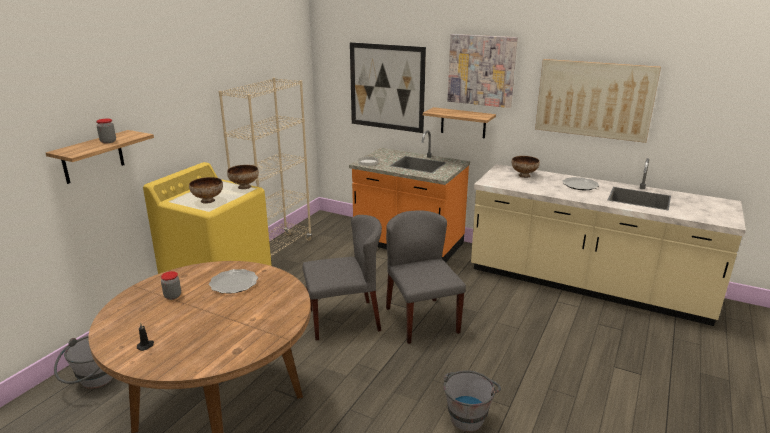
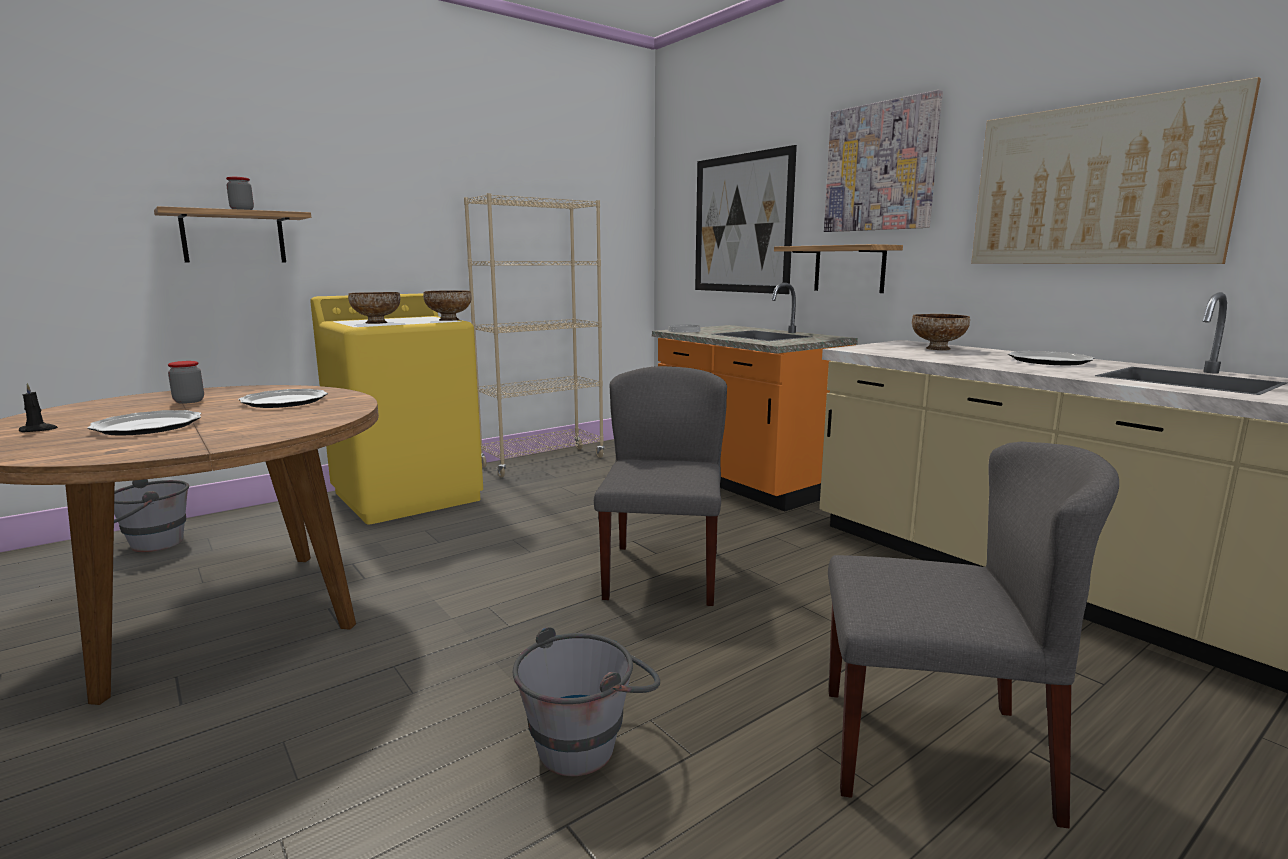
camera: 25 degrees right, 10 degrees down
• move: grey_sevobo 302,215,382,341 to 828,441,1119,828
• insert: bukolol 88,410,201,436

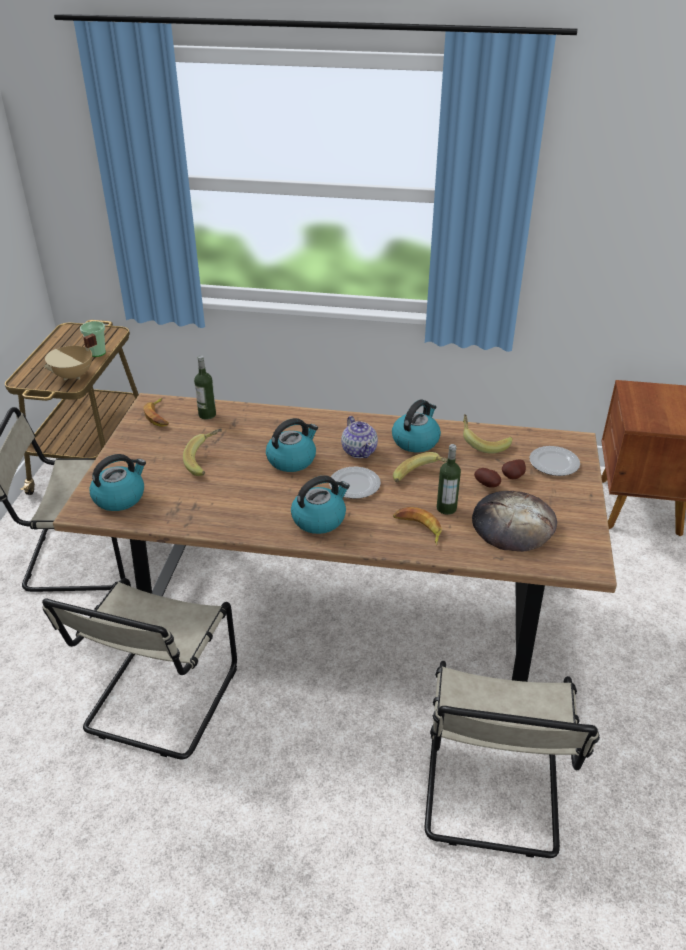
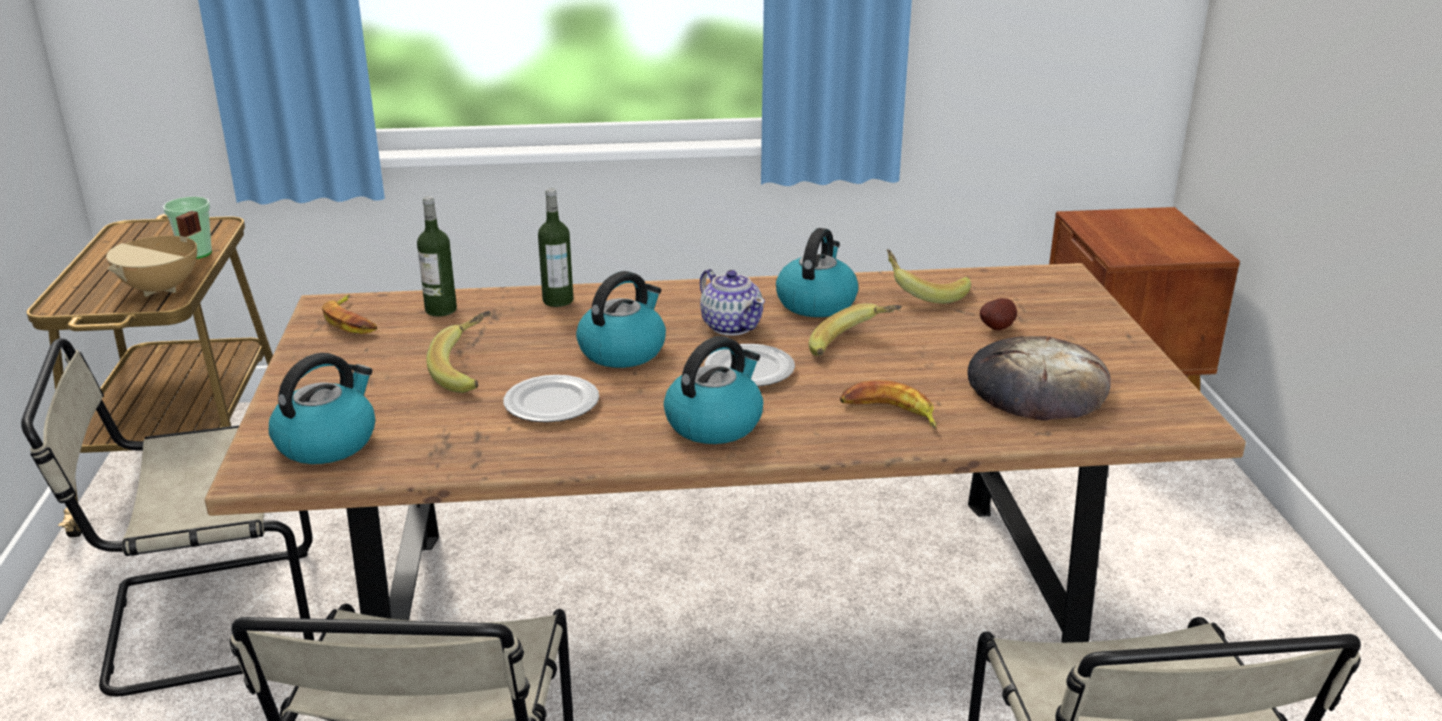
camera: 15 degrees left, 10 degrees down
• move: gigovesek 437,444,461,515 to 538,188,573,307
• delete: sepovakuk 474,468,501,488
• move: bukolol 529,446,580,476 to 503,375,599,423

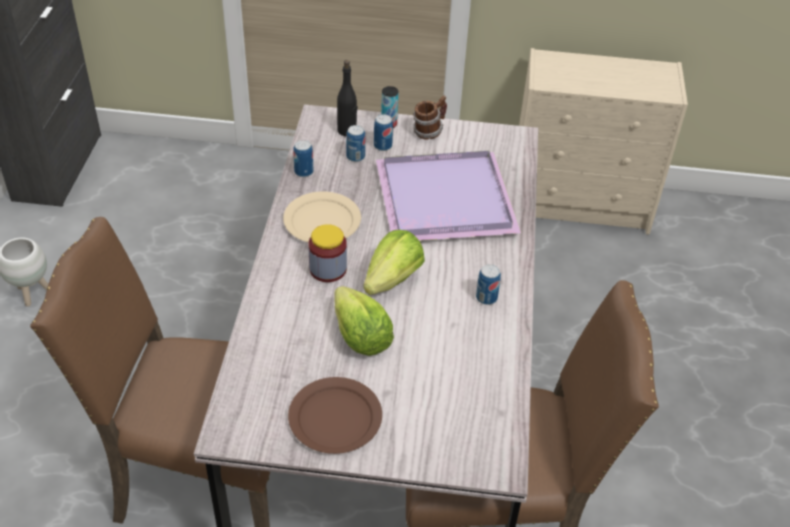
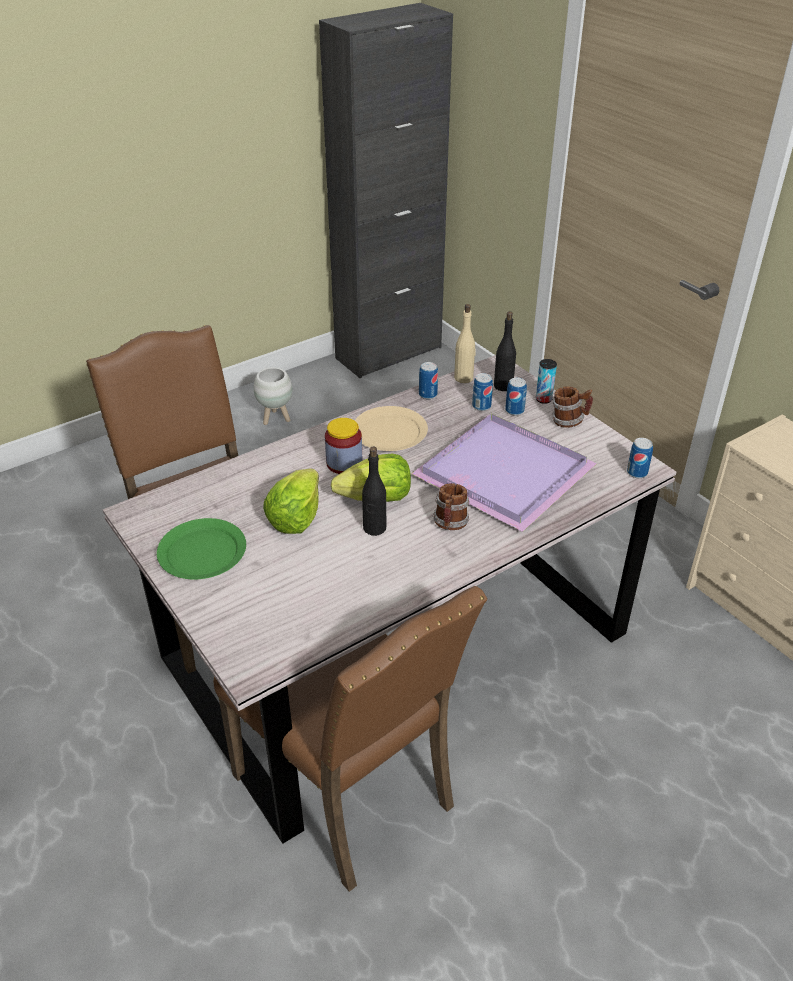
camera: 50 degrees right, 5 degrees down
• recolor: brown_bukolol 288,377,382,454 to green_bukolol 157,518,246,579
• move: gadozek 476,264,501,305 to 627,438,653,478
• insert: black_gigovesek 362,447,386,536
• insert: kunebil 432,483,470,530
• insert: beige_gigovesek 454,304,476,383

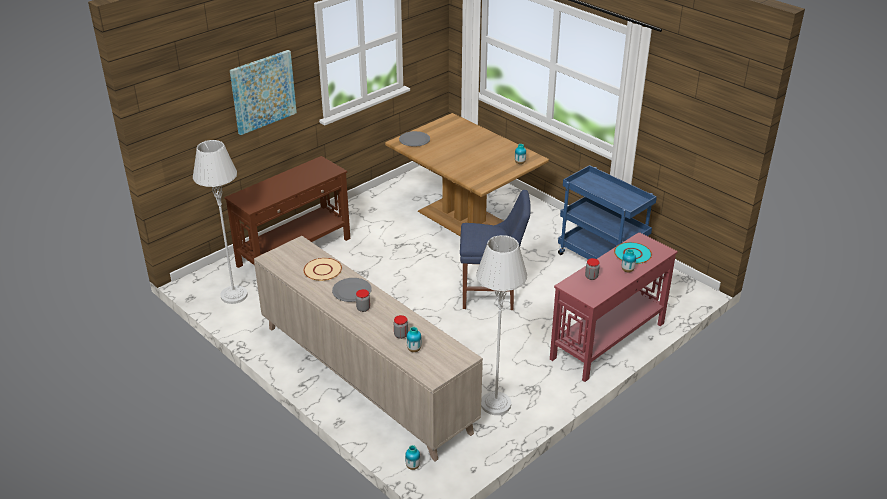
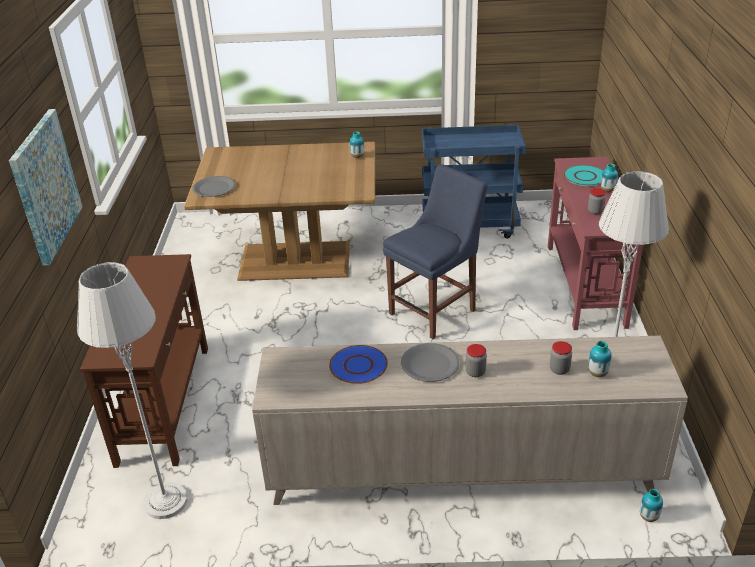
camera: 45 degrees left, 0 degrees up
• recolor: beige_bukolol 303,258,342,281 to blue_bukolol 329,345,388,384

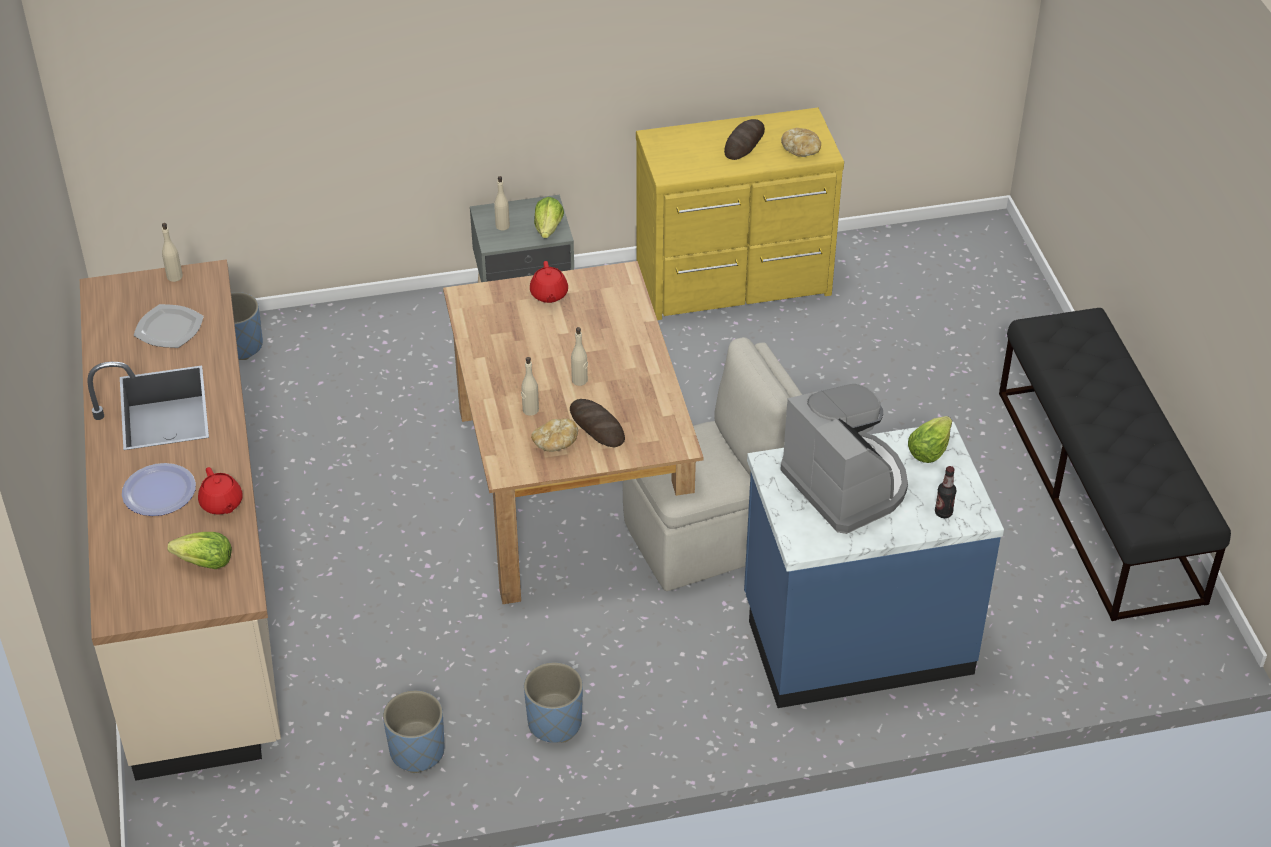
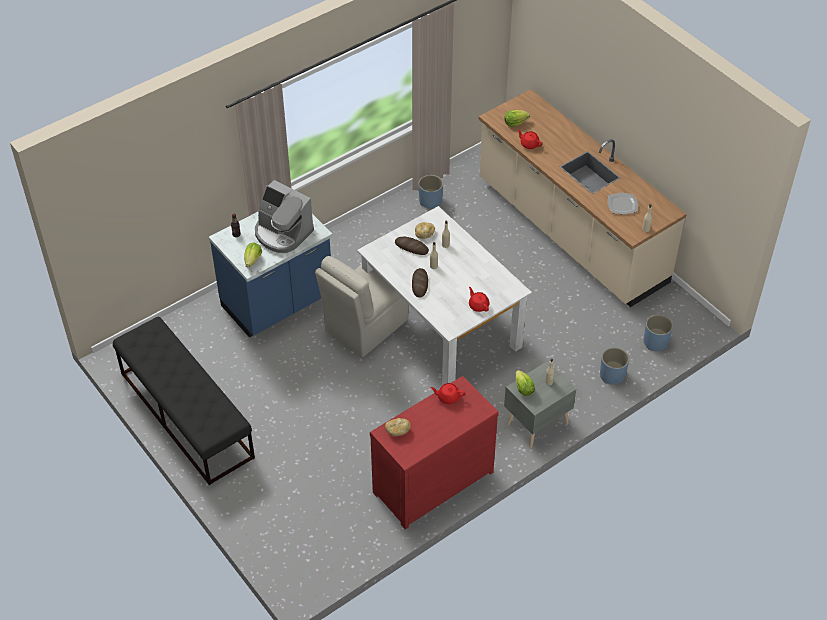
camera: 155 degrees right, 5 degrees up
• delete: bukolol 122,463,196,516
• recolor: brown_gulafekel 443,261,703,604 to white_gulafekel 357,206,532,385
• move: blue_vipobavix 524,662,583,743 to 600,347,629,385
• recolor: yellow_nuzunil 636,108,844,320 to red_nuzunil 370,376,499,530
• move: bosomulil 724,119,765,160 to 412,268,428,298
• insert: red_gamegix 430,383,465,404

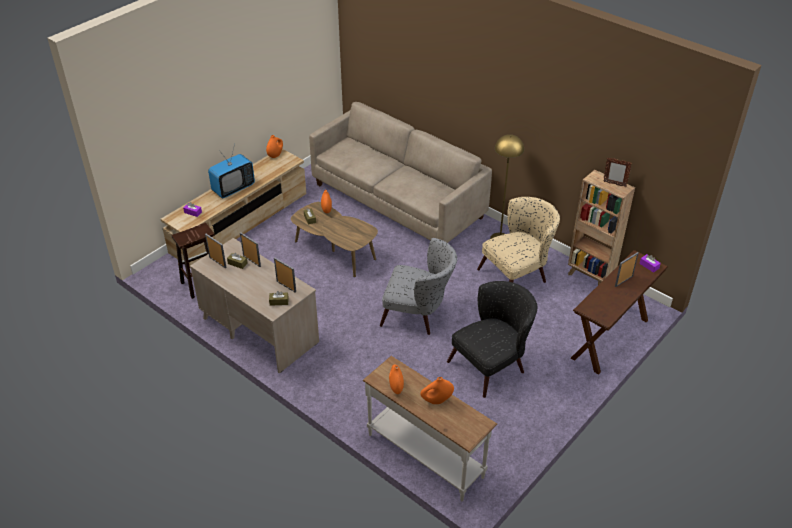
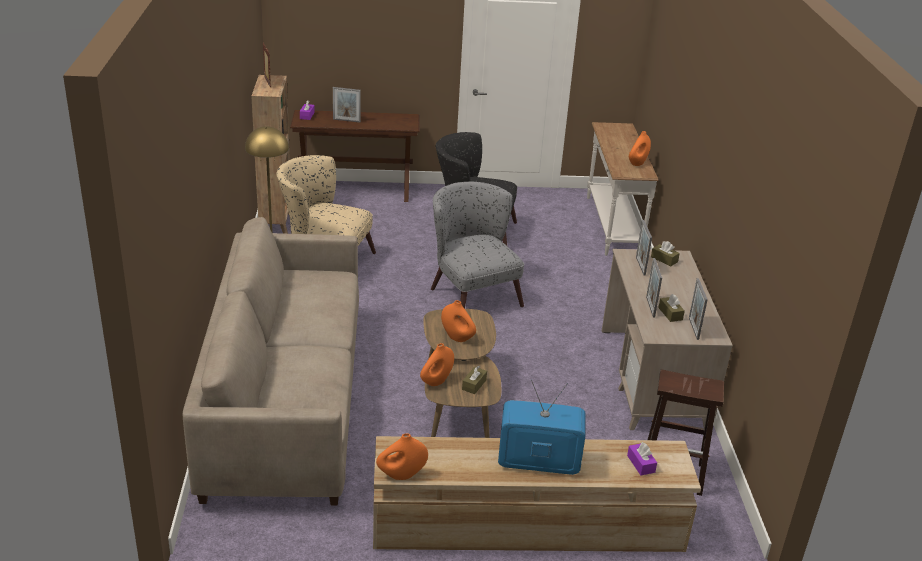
camera: 135 degrees left, 10 degrees down
• move: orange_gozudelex 420,377,454,404 to 441,300,476,342

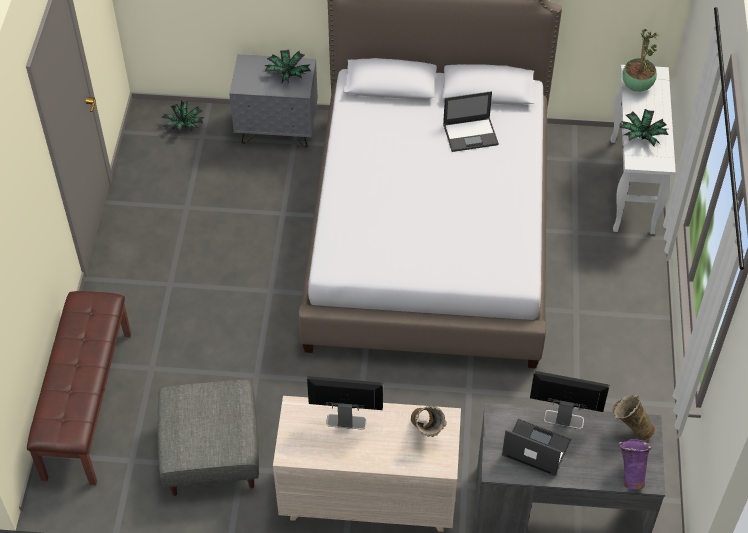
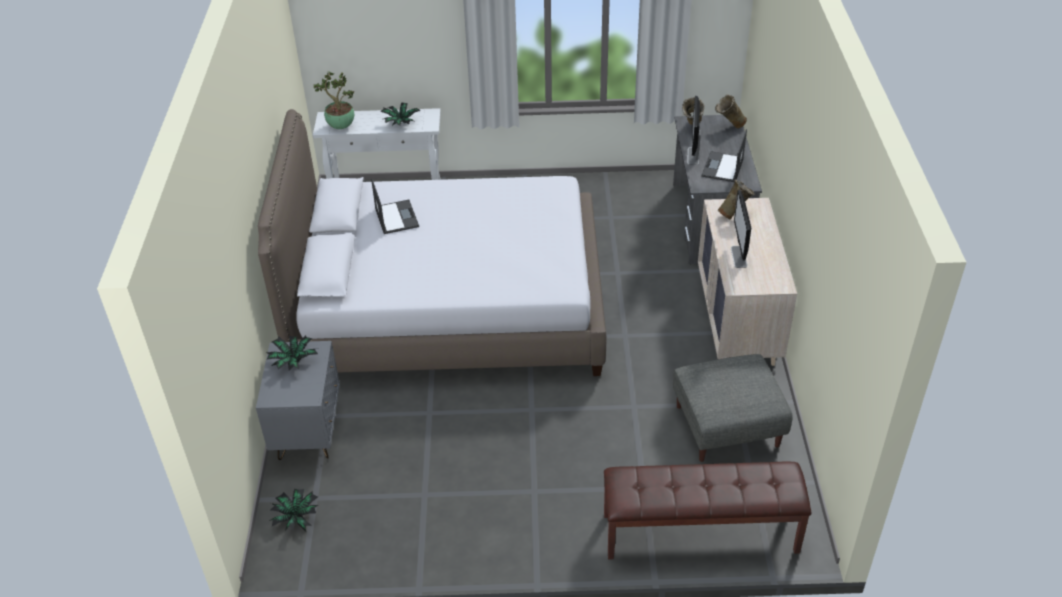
camera: 95 degrees left, 10 degrees down
• recolor: purple_gozudelex 619,439,652,490 to beige_gozudelex 715,94,747,129

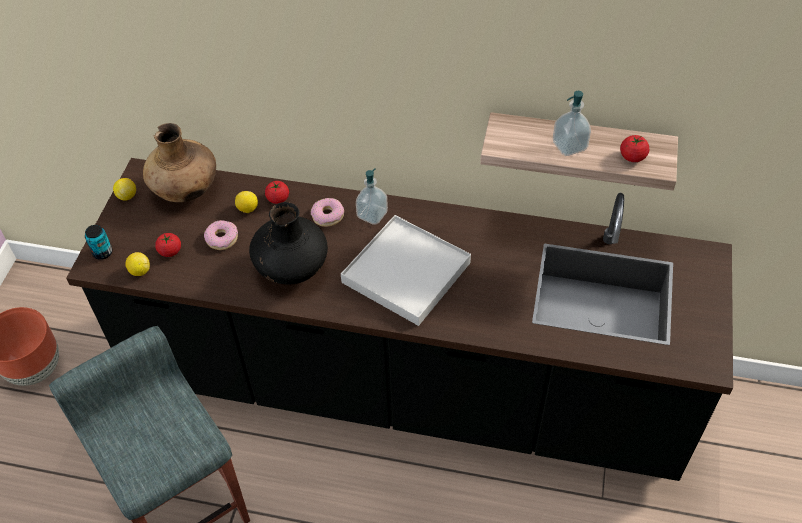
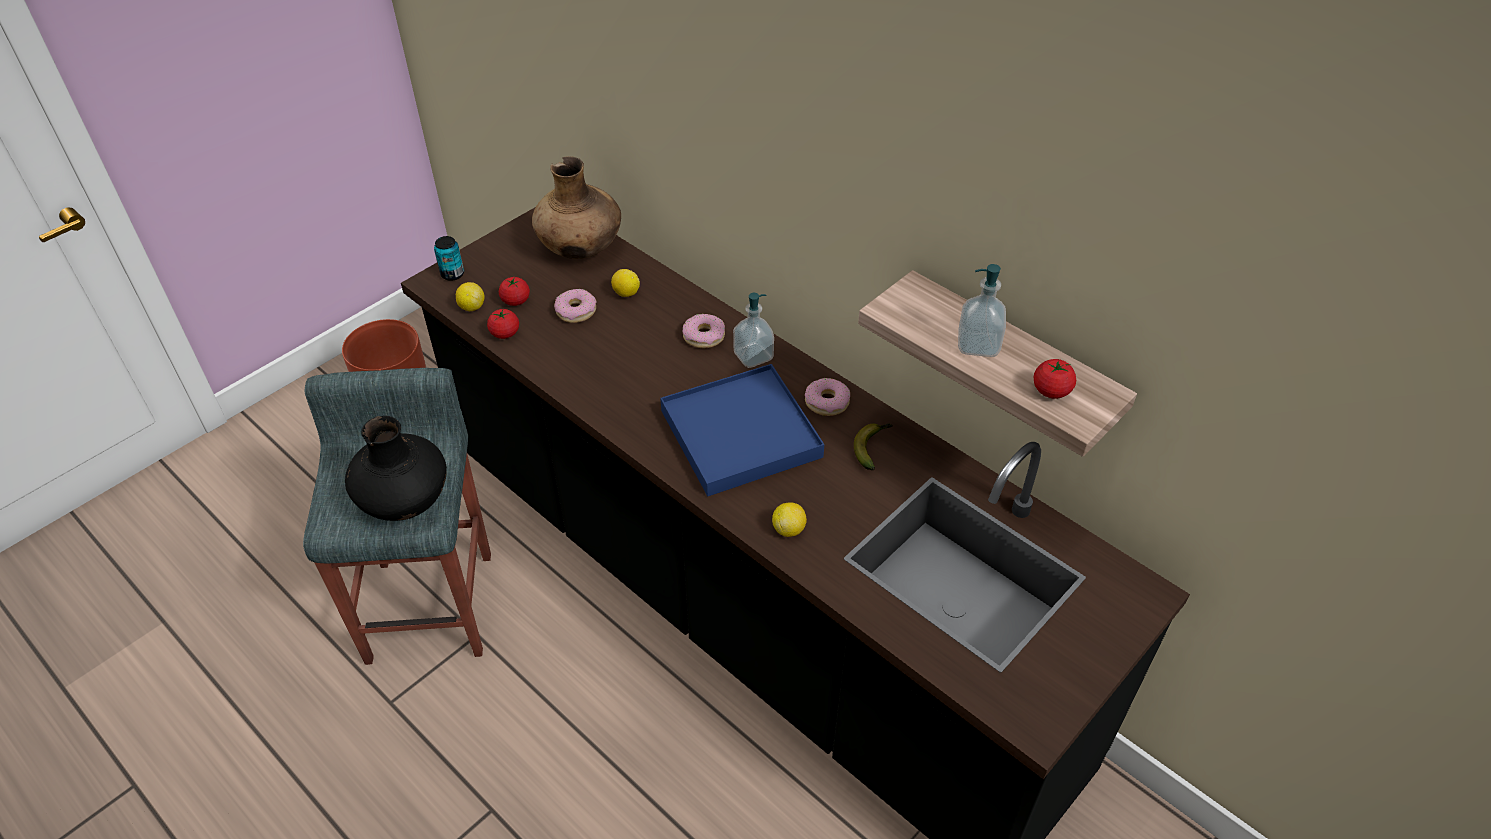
camera: 30 degrees right, 5 degrees down
• move: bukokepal 113,178,136,201 to 772,502,807,537
• move: black_gozudelex 249,202,328,284 to 345,416,447,521
• move: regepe 265,181,289,204 to 487,309,519,339
• recolor: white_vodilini 341,215,471,326 to blue_vodilini 660,364,824,496
• insert: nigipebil 805,378,850,416
• insert: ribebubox 854,423,892,470

